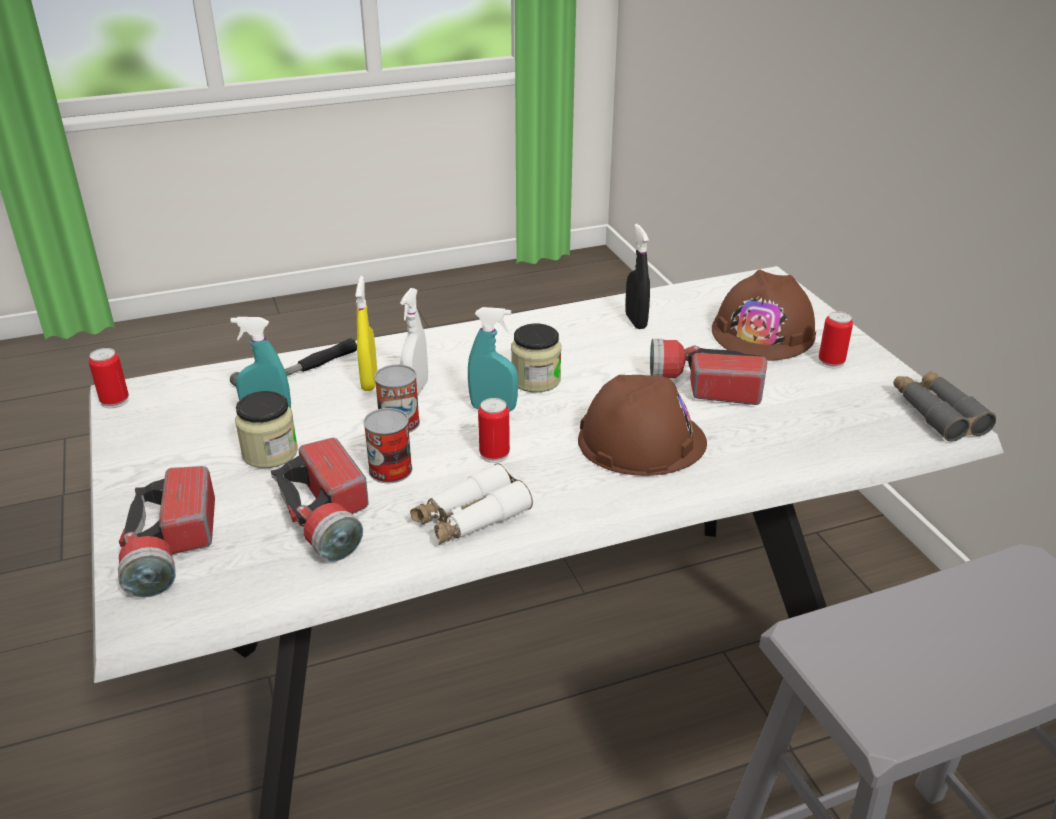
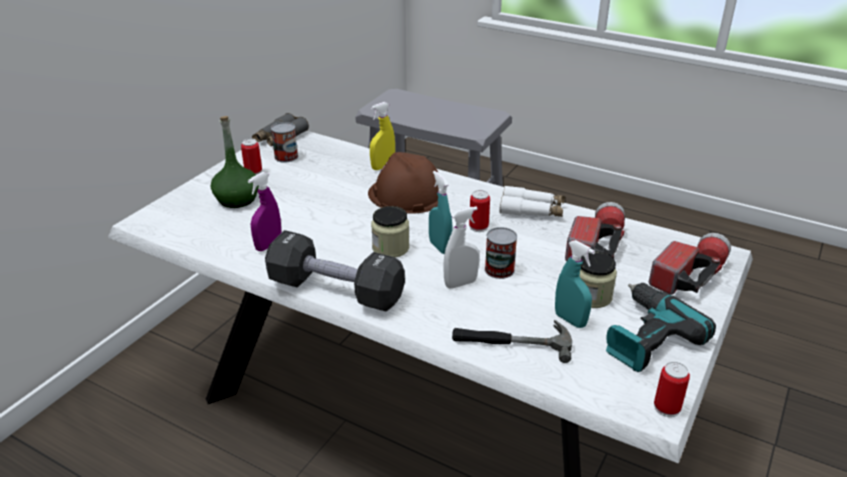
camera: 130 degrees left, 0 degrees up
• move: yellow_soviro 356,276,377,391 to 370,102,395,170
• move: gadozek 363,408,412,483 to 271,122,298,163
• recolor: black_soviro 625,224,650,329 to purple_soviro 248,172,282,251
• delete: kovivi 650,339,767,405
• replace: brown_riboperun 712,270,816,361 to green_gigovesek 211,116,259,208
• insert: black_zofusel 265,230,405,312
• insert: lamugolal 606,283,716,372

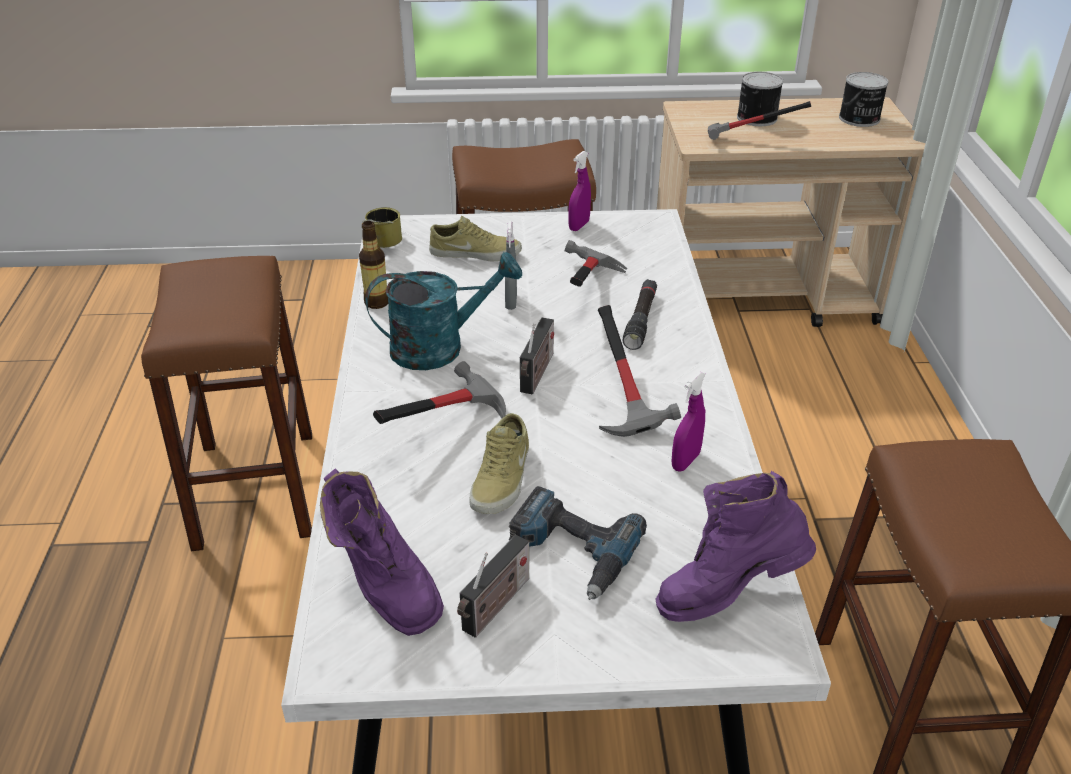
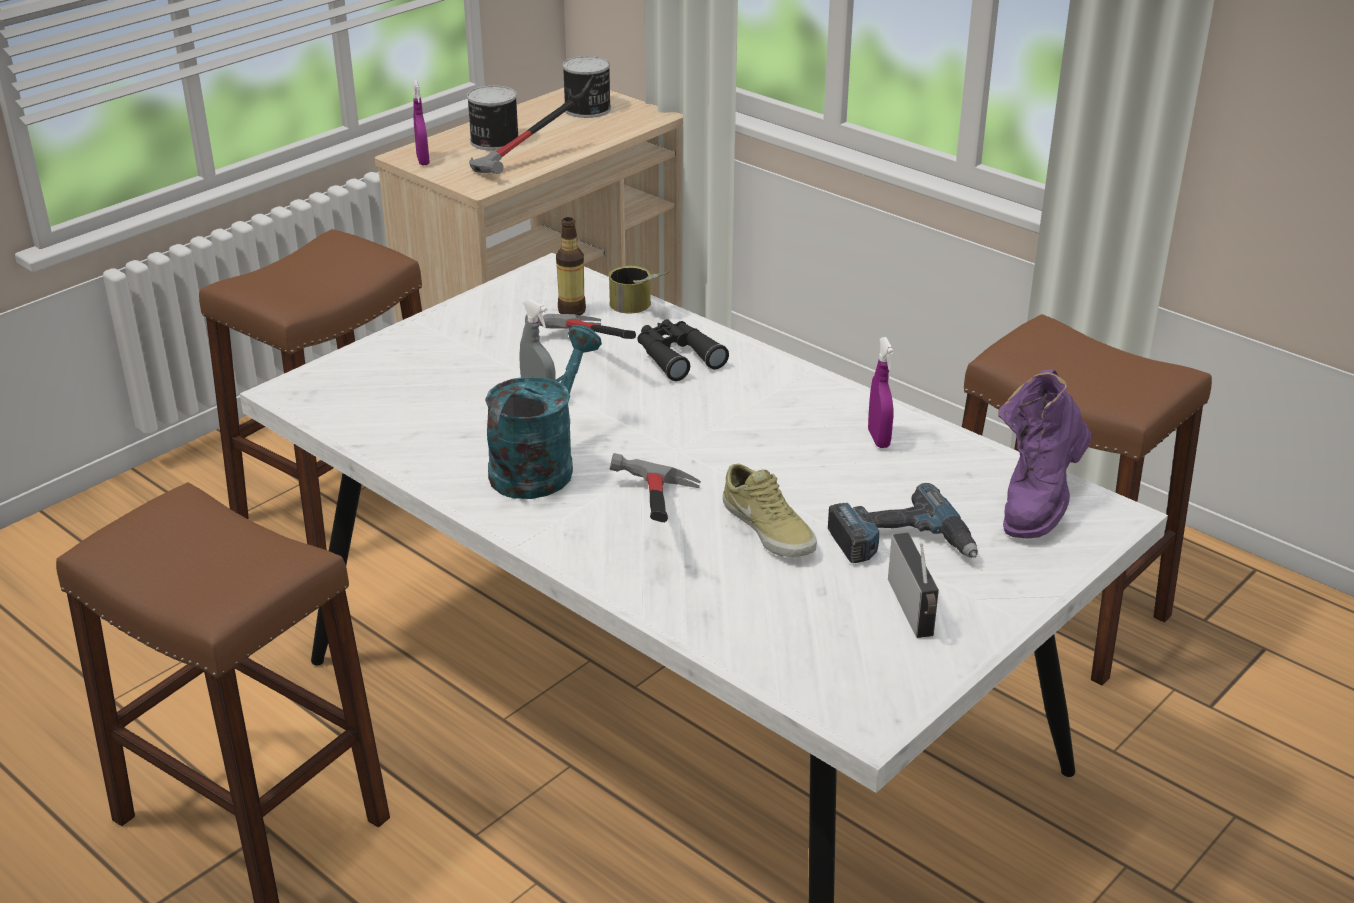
camera: 45 degrees left, 5 degrees down
• delete: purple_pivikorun 320,469,444,636
• move: gigovesek 359,221,388,309 to 556,217,586,315
• move: gadozek 363,207,402,248 to 609,266,669,314
• delete: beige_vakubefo 429,216,522,261
• delete: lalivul 520,318,554,394
• move: purple_soviro 568,151,591,231 to 413,80,430,166
• delete: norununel 598,305,681,437
• replace: black_kovivi 623,279,657,350 to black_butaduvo 637,319,729,381

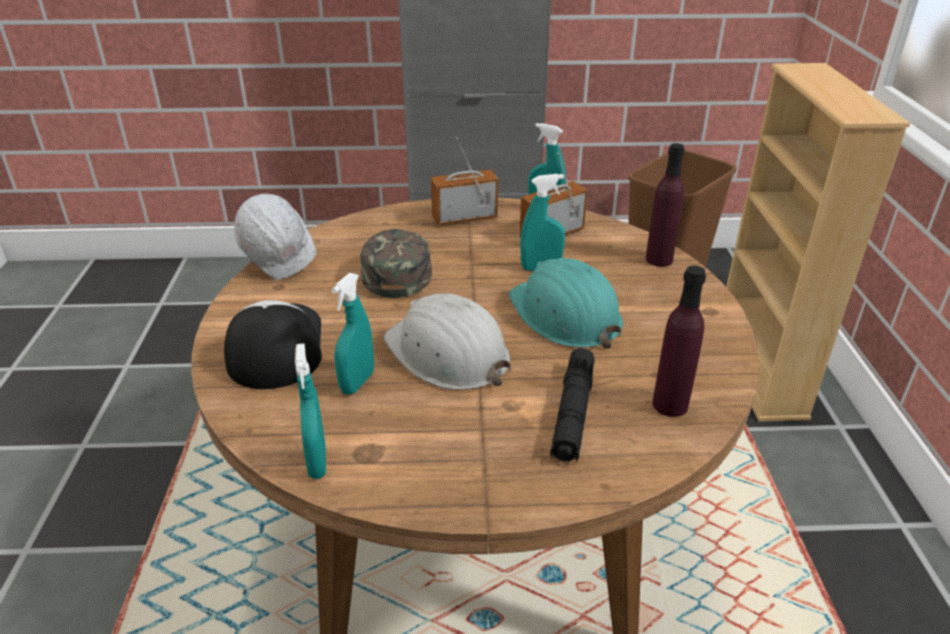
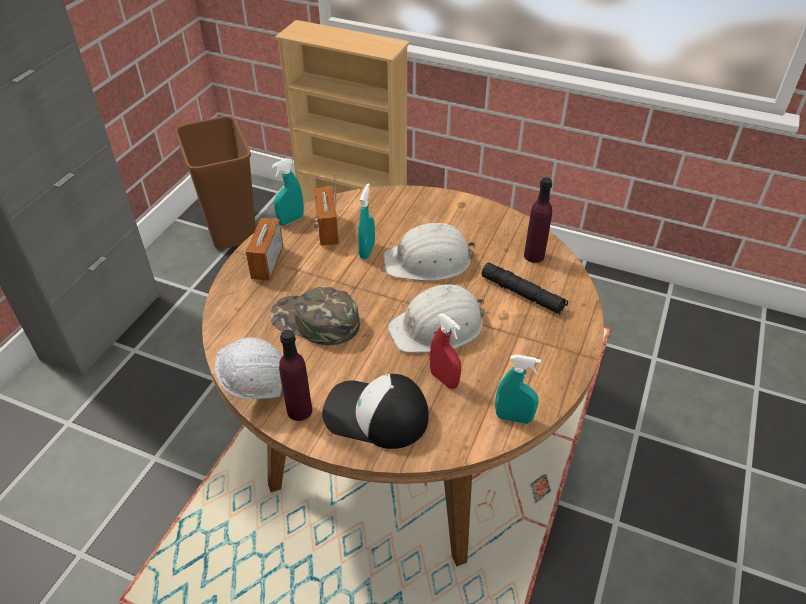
camera: 65 degrees left, 10 degrees up
• recolor: turquoise_soviro 332,273,374,395 to red_soviro 430,313,461,389
• recolor: turquoise_riboperun 509,258,623,349 to white_riboperun 383,223,476,281
• move: purple_gigovesek 646,143,685,267 to 279,330,312,421

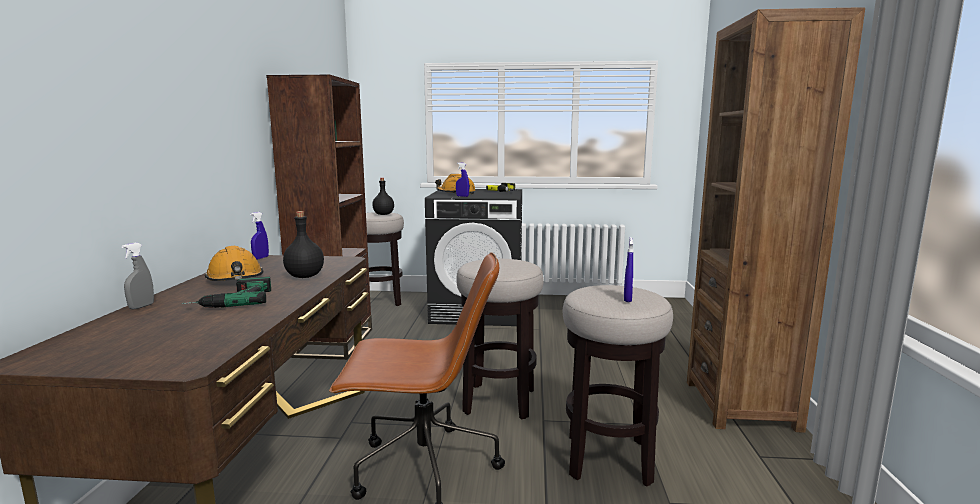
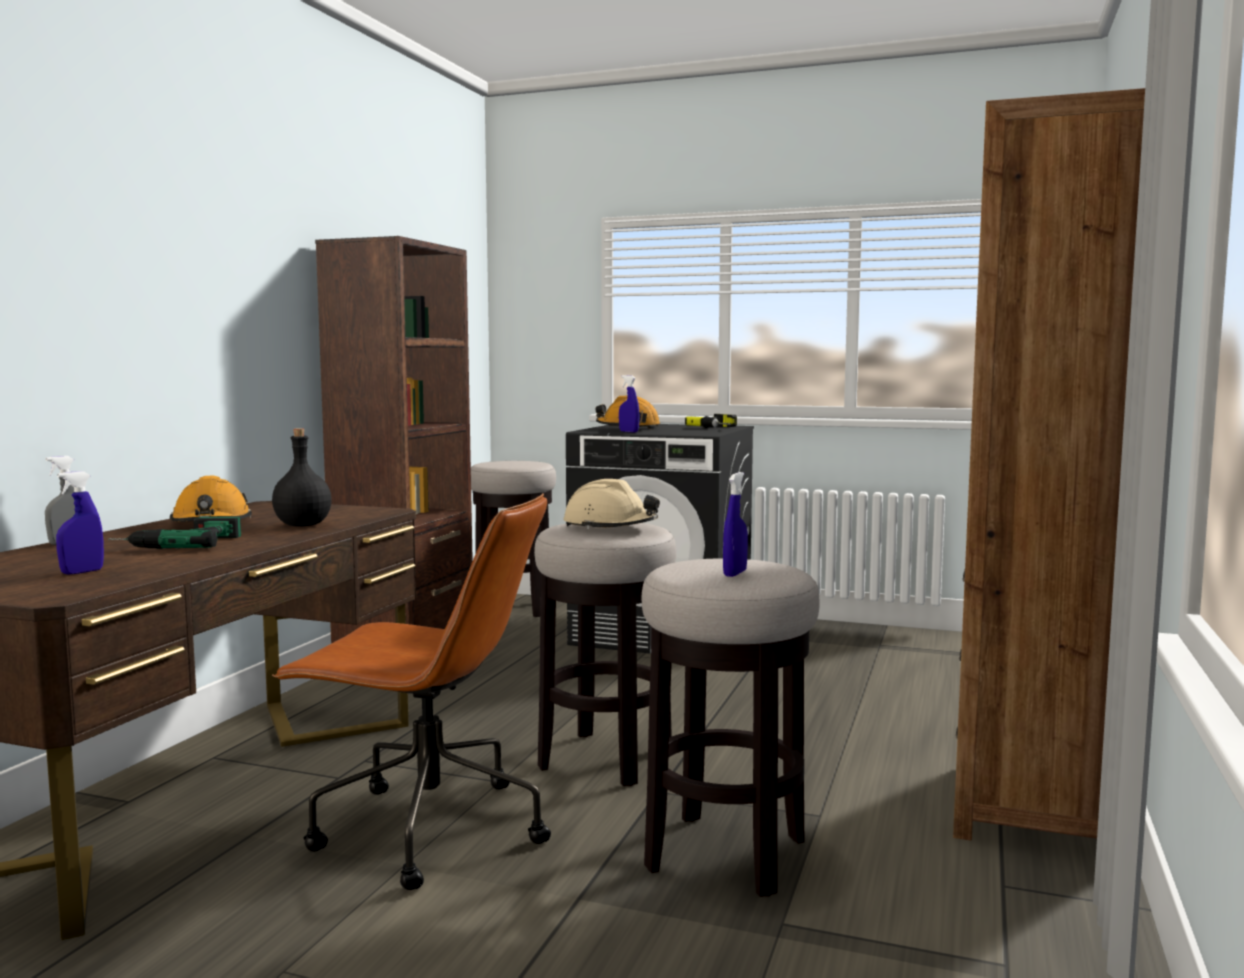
camera: 15 degrees right, 5 degrees down
• move: blue_soviro 250,212,269,259 to 56,471,104,575
• delete: black_gigovesek 372,178,394,215
• insert: beige_riboperun 563,479,660,529

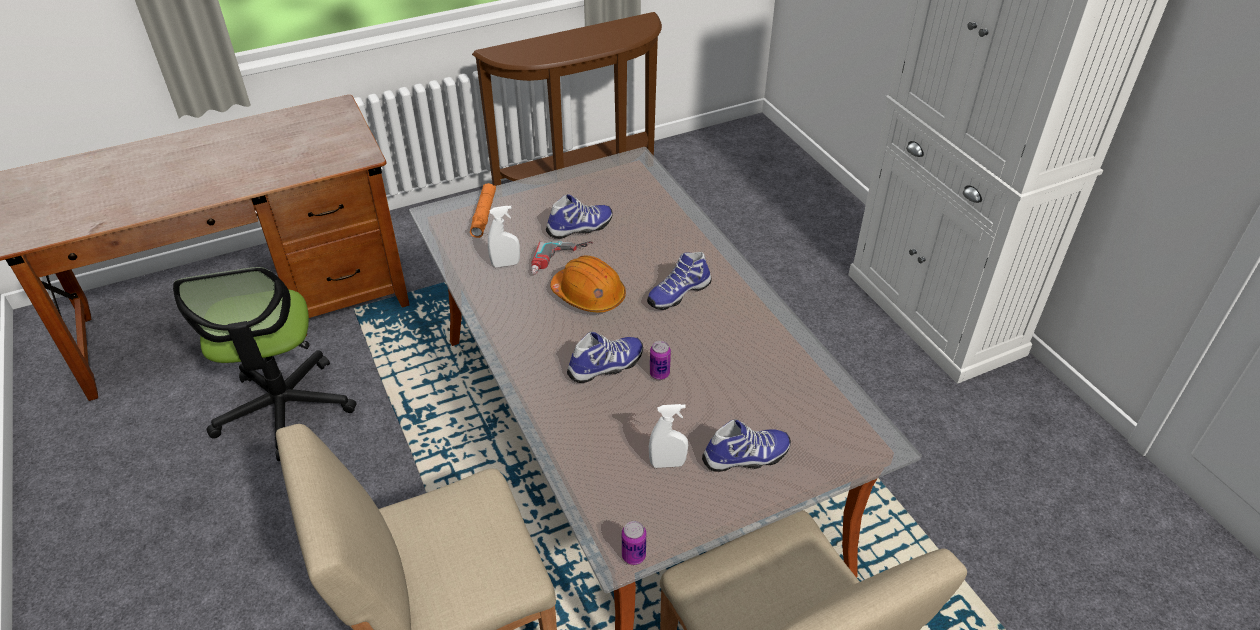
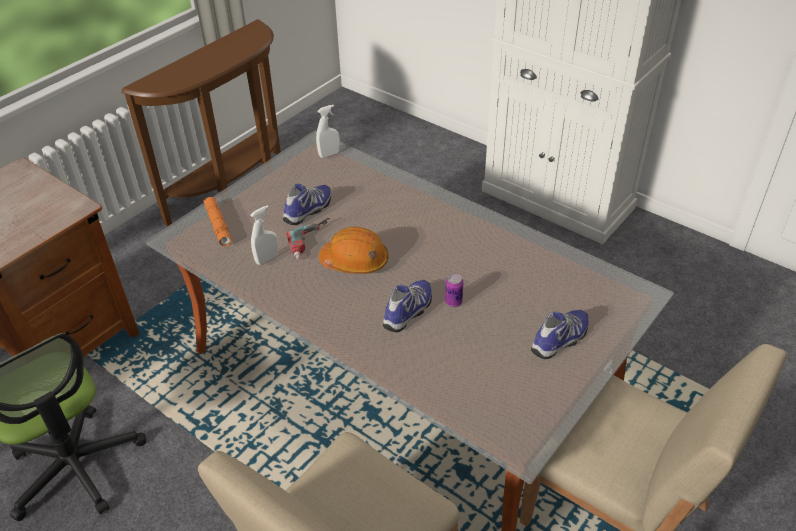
camera: 25 degrees left, 0 degrees up
• delete: gadozek 622,521,646,565
• delete: vakubefo 647,252,712,310
• move: white_soviro 649,404,688,468 to 316,105,340,158

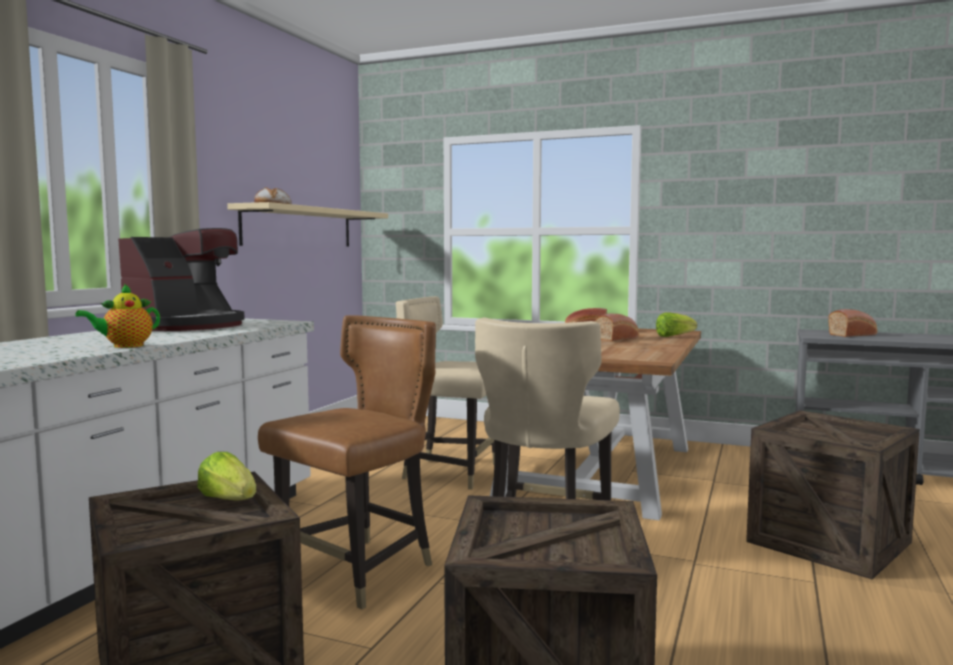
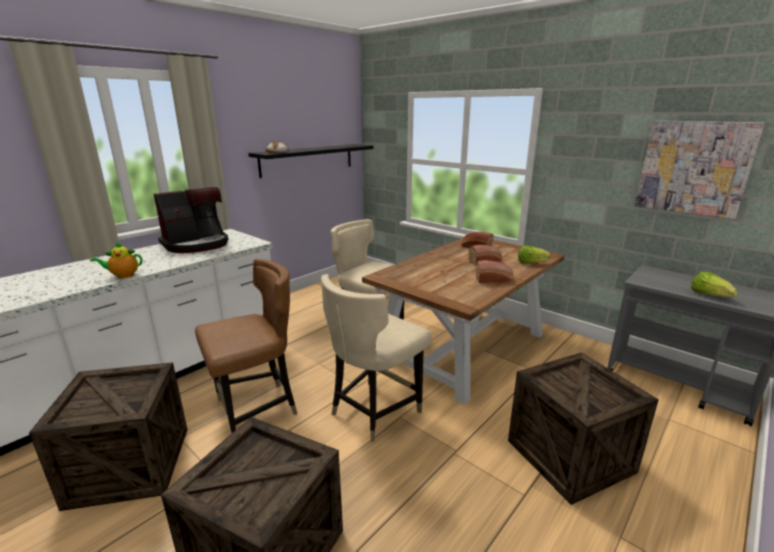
camera: 20 degrees right, 15 degrees up
• move: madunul 197,452,256,501 to 691,272,738,298
• recolor: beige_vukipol 227,202,388,247 to black_vukipol 248,144,373,178
• move: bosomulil 828,309,877,337 to 476,260,514,283
• insert: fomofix 635,121,765,219

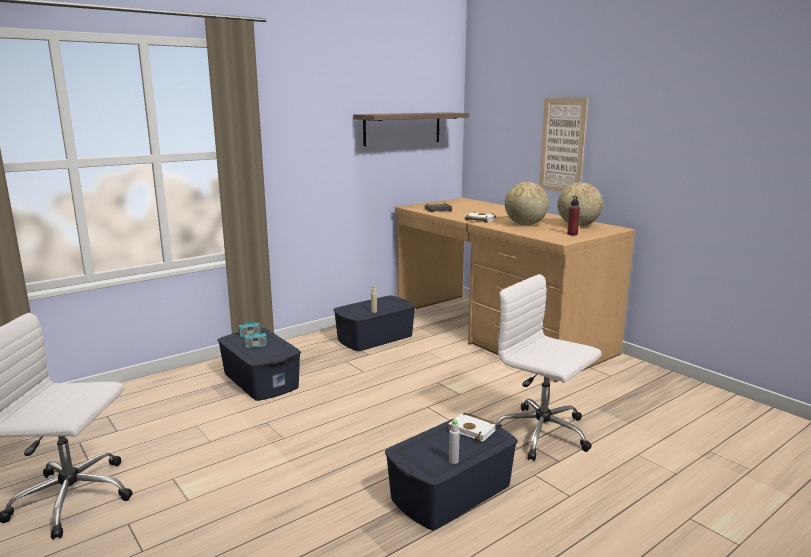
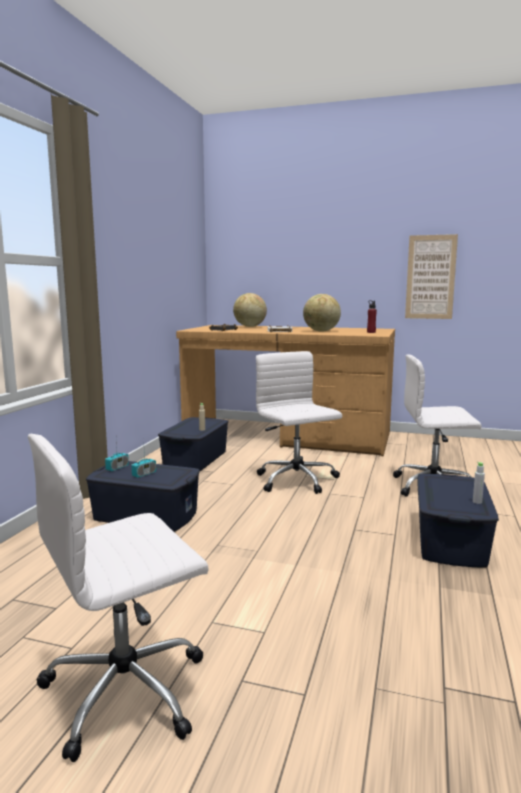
camera: 35 degrees left, 5 degrees down
• delete: vukipol 353,112,470,146
• delete: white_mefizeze 447,413,496,442
• move: fomofix 539,98,588,192 to 405,234,458,319
• move: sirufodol 557,182,603,226 to 233,293,267,327
• insert: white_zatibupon 256,351,342,494

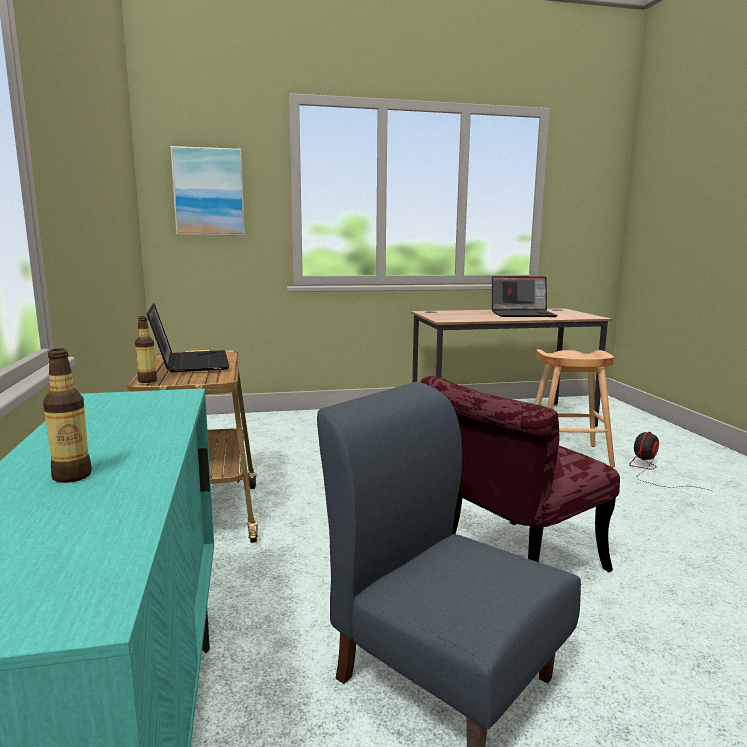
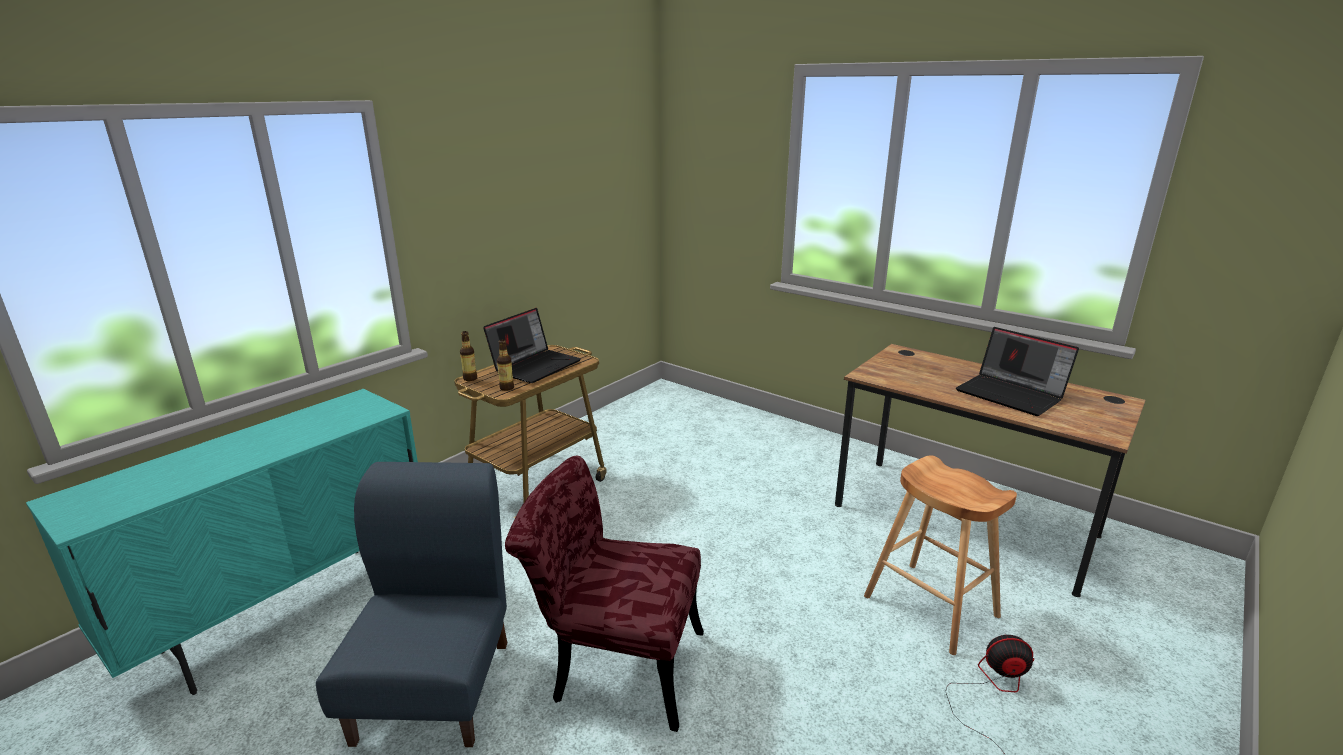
camera: 50 degrees right, 10 degrees up
• move: gigovesek 43,349,92,483 to 497,339,514,391
• delete: fomofix 170,146,245,235

